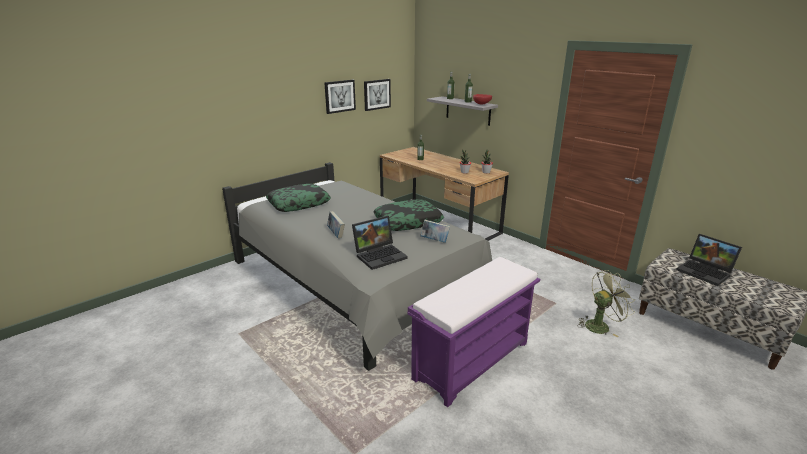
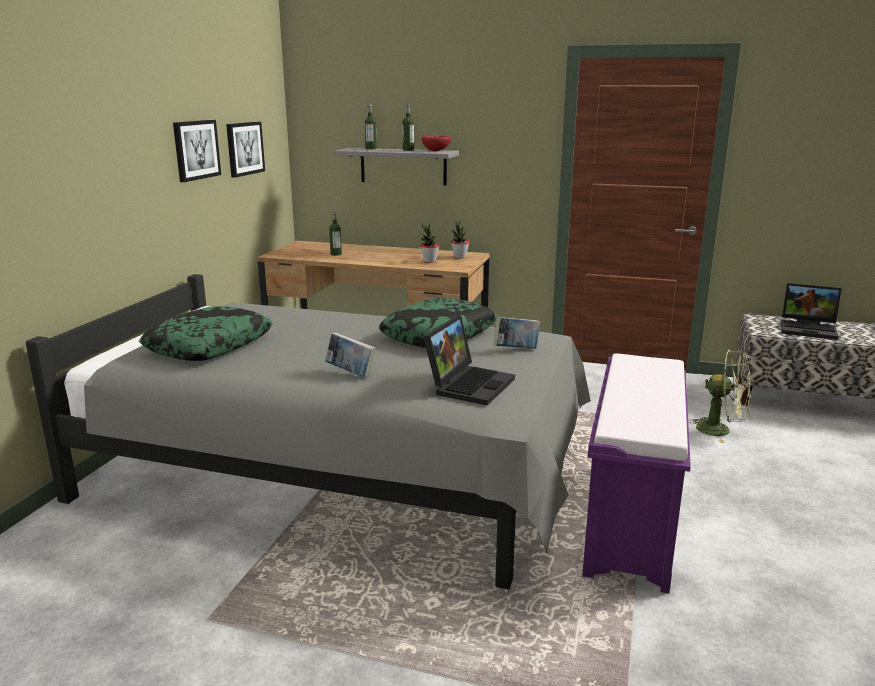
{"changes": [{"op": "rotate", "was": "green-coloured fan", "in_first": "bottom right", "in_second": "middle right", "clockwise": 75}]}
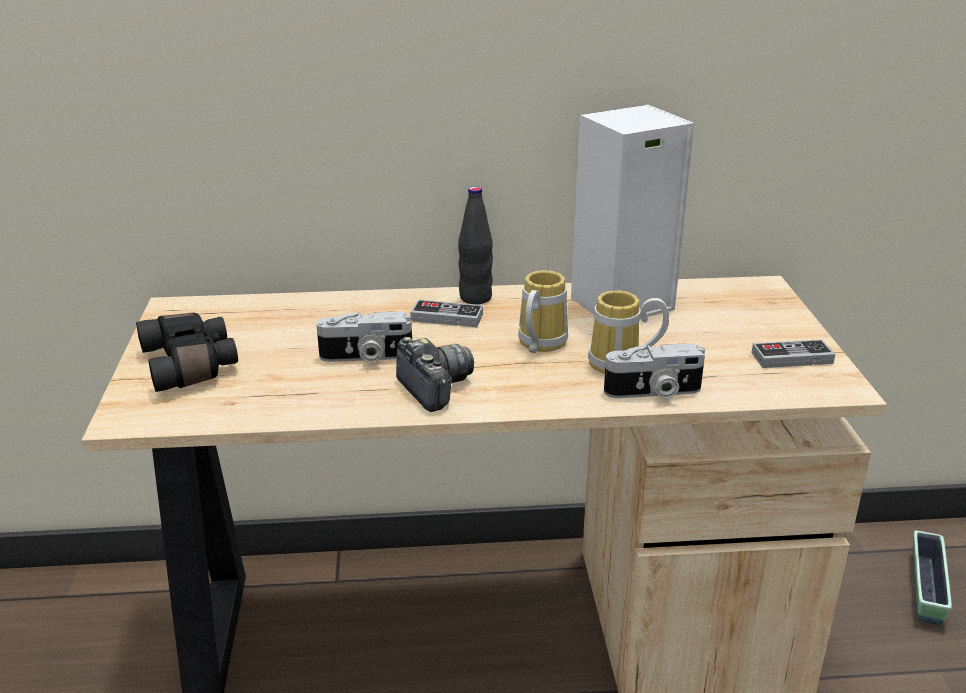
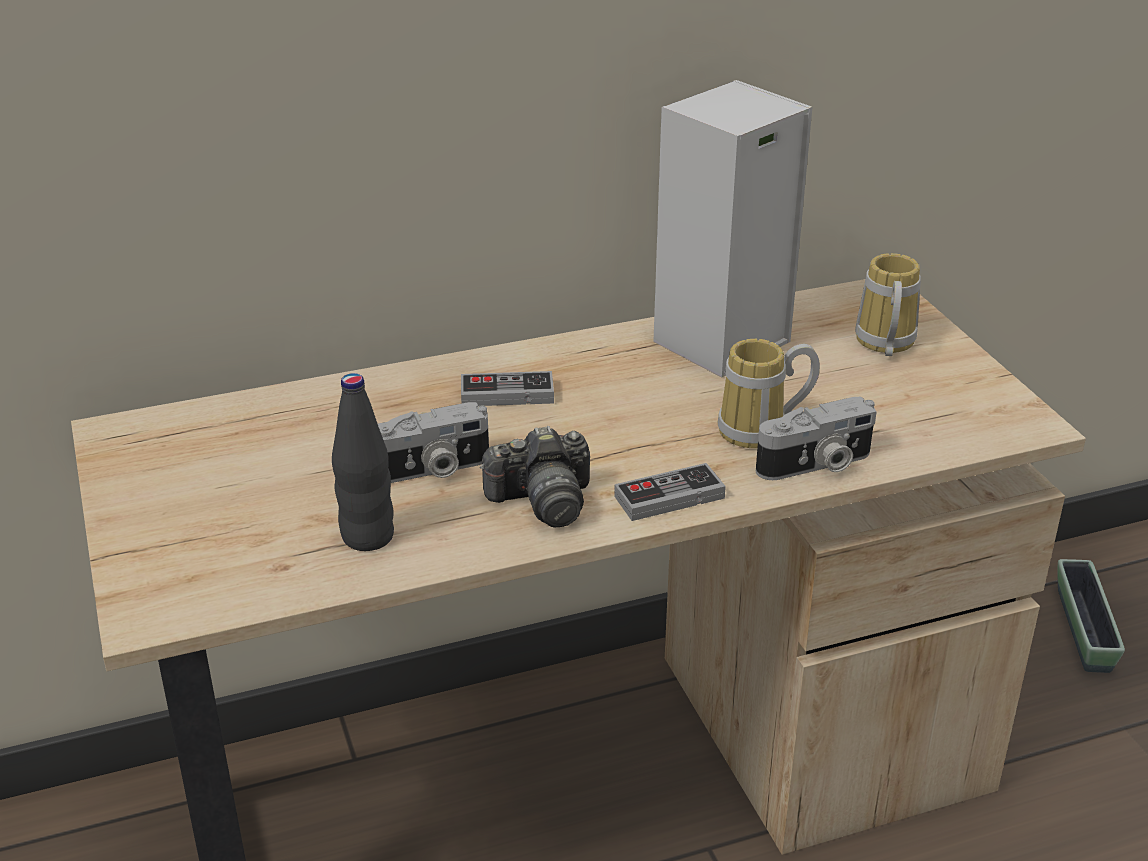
{"changes": [{"op": "move", "was": "black-coloured bottle", "in_first": "centre", "in_second": "middle left"}, {"op": "move", "was": "tea mug (1st from left in the first image)", "now": "tea mug (2nd from left)", "in_first": "centre", "in_second": "middle right"}, {"op": "delete", "was": "black-coloured pair of binoculars", "in_first": "middle left"}, {"op": "rotate", "was": "photo camera (2nd from left)", "in_first": "centre", "in_second": "centre", "clockwise": 120}, {"op": "move", "was": "gamepad (2nd from left)", "in_first": "middle right", "in_second": "centre"}]}
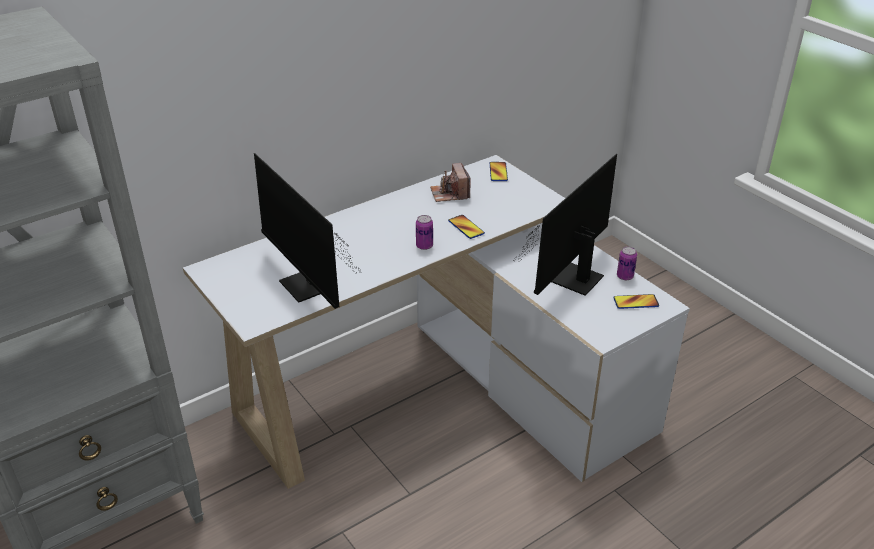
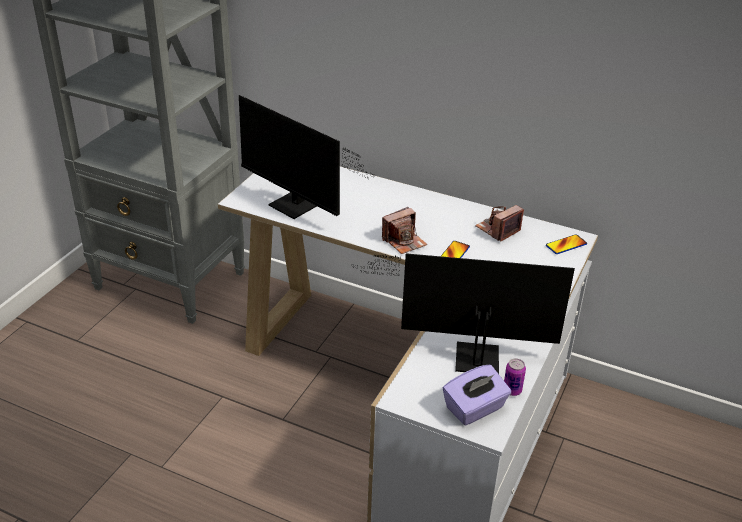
{"changes": [{"op": "rotate", "was": "computer screen (1st from left)", "in_first": "centre", "in_second": "top centre", "clockwise": -75}, {"op": "replace", "was": "can (1st from left)", "now": "photo camera (1st from left)", "in_first": "centre", "in_second": "centre"}, {"op": "replace", "was": "telephone (3rd from left)", "now": "purplish tissue box", "in_first": "middle right", "in_second": "bottom centre"}]}
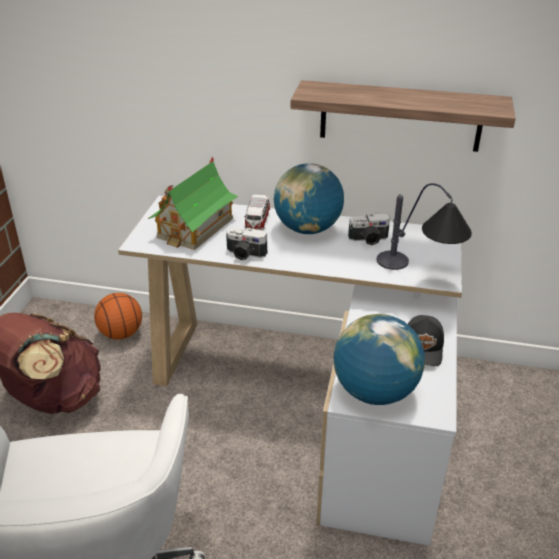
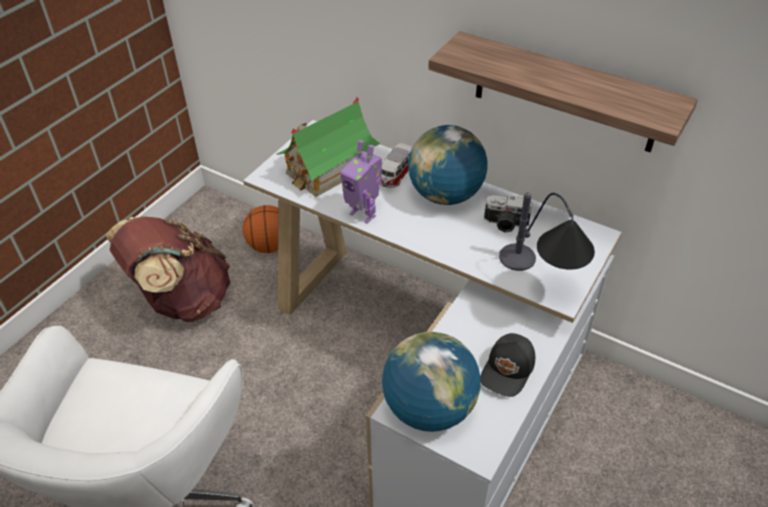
{"changes": [{"op": "replace", "was": "photo camera (1st from left)", "now": "toy robot", "in_first": "centre", "in_second": "centre"}]}
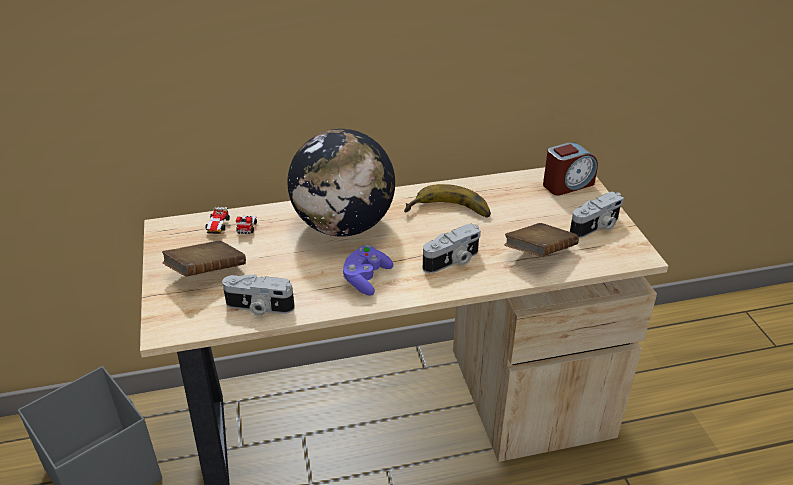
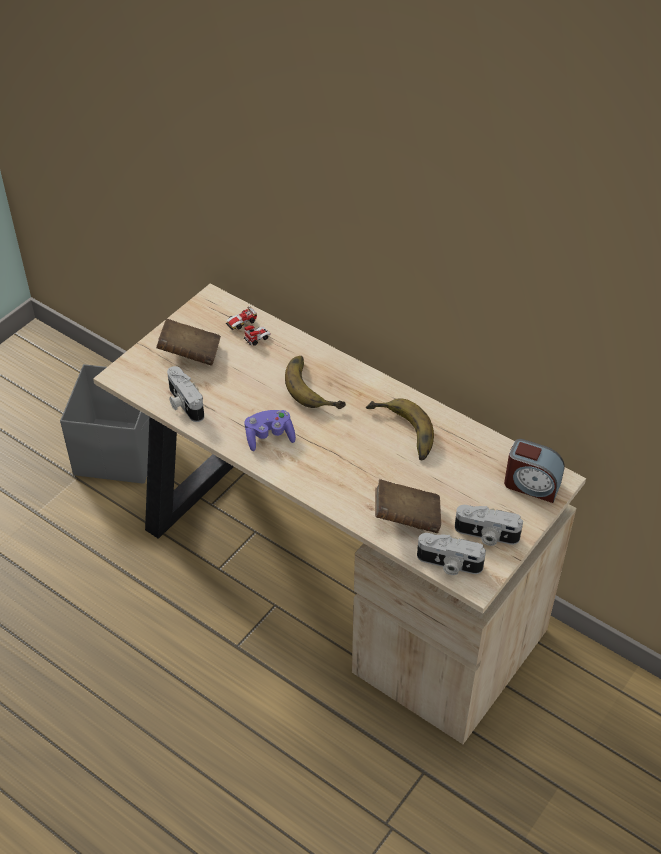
{"changes": [{"op": "replace", "was": "world globe", "now": "whole banana (1st from left)", "in_first": "centre", "in_second": "centre"}, {"op": "move", "was": "photo camera (2nd from left)", "in_first": "centre", "in_second": "middle right"}]}
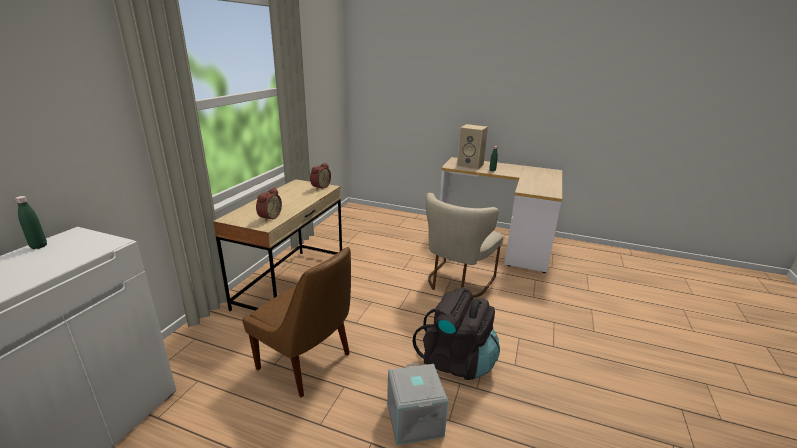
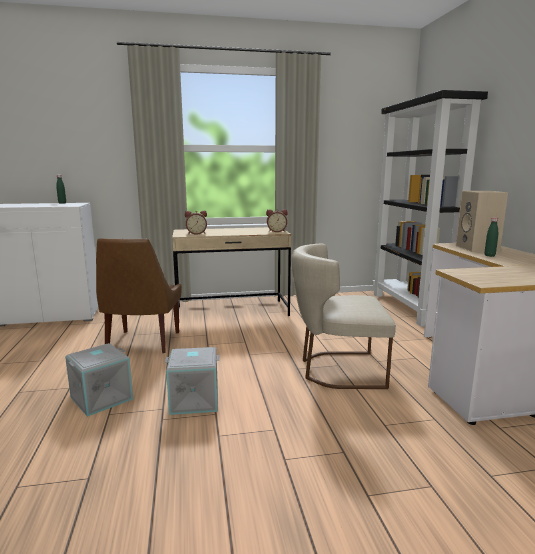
{"changes": [{"op": "replace", "was": "black-coloured backpack", "now": "gray storage bin (2nd from left)", "in_first": "bottom centre", "in_second": "bottom centre"}, {"op": "insert", "now": "black-coloured bookcase", "in_second": "middle right"}]}
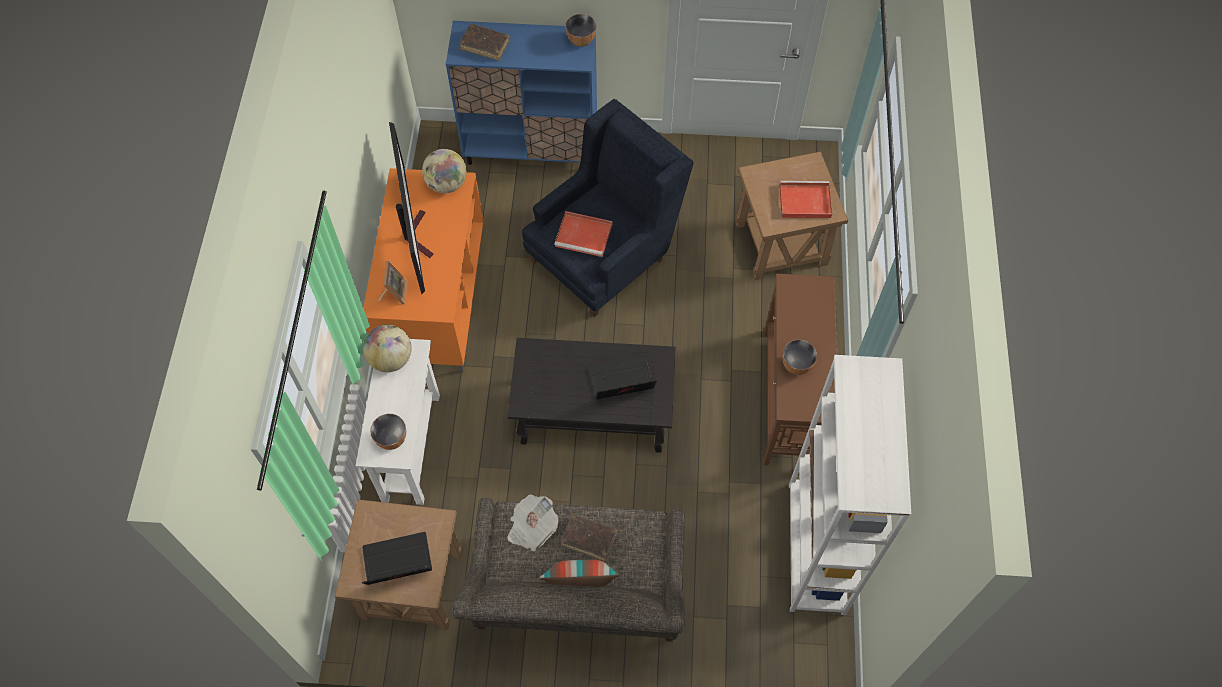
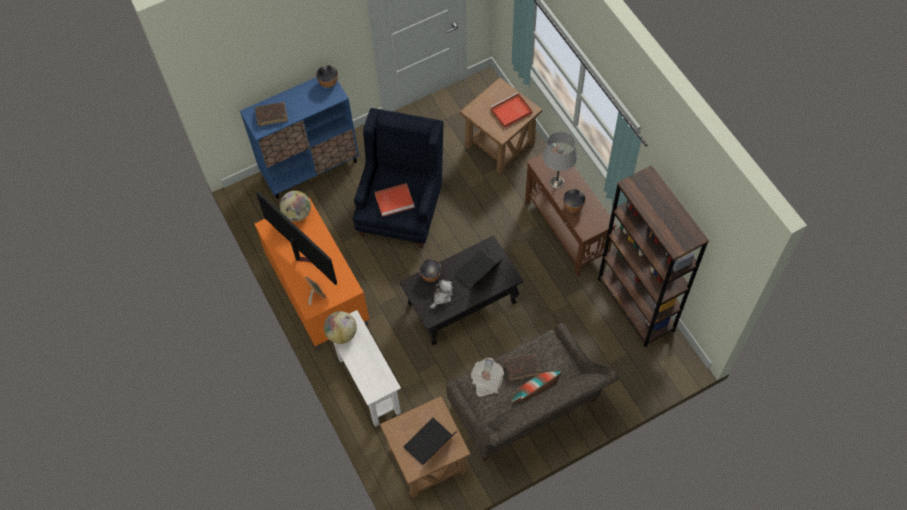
{"changes": [{"op": "recolor", "was": "white-coloured bookcase", "now": "brown-coloured bookcase", "in_first": "bottom right", "in_second": "middle right"}, {"op": "move", "was": "bowl (1st from left in the first image)", "now": "bowl (2nd from left)", "in_first": "middle left", "in_second": "centre"}, {"op": "insert", "now": "gray lamp for a table", "in_second": "top centre"}, {"op": "insert", "now": "plush toy", "in_second": "centre"}]}
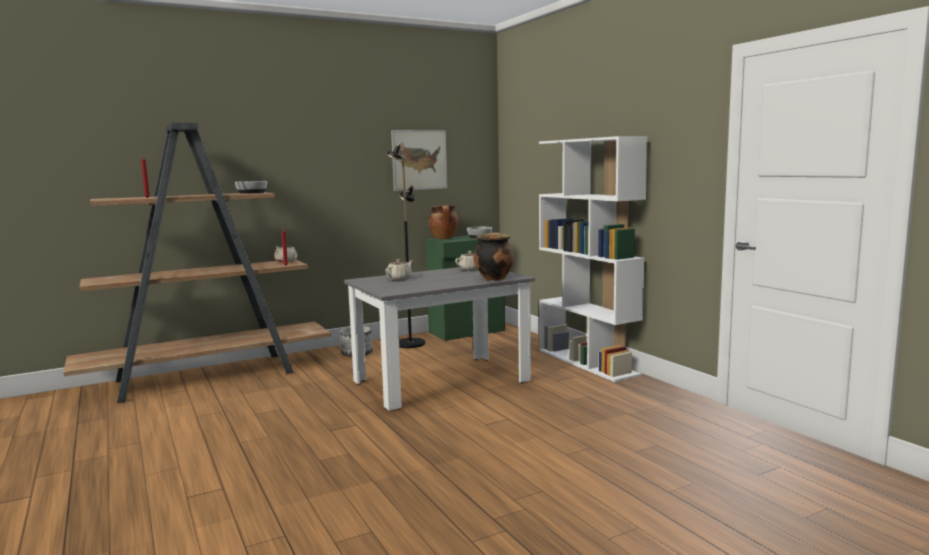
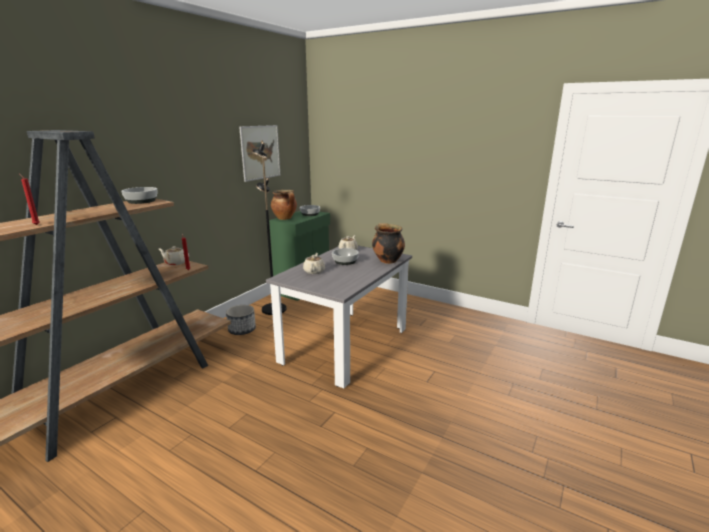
{"changes": [{"op": "delete", "was": "white-coloured bookcase", "in_first": "centre"}, {"op": "insert", "now": "bowl (3rd from left)", "in_second": "centre"}]}
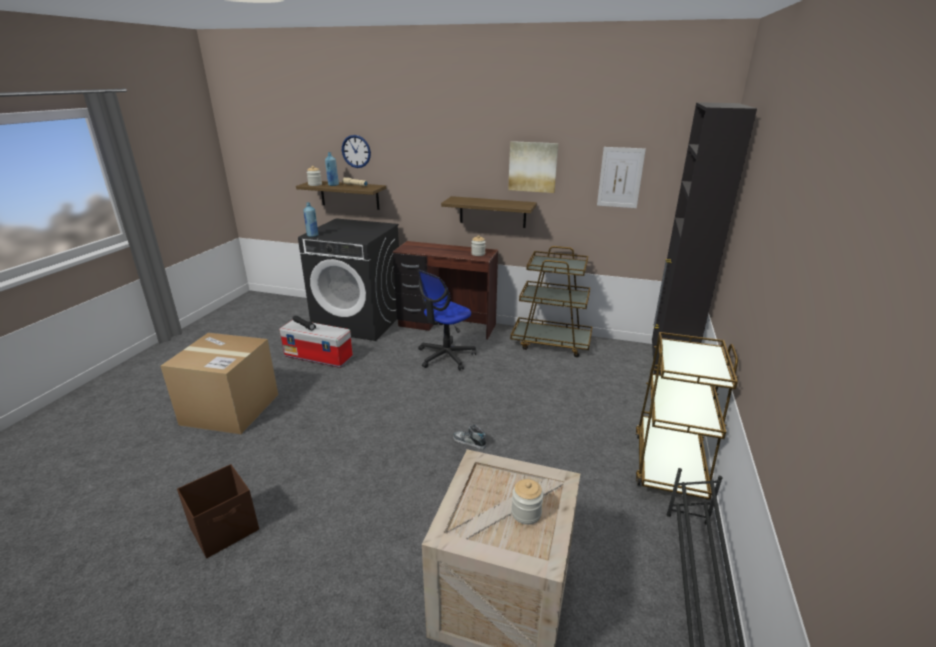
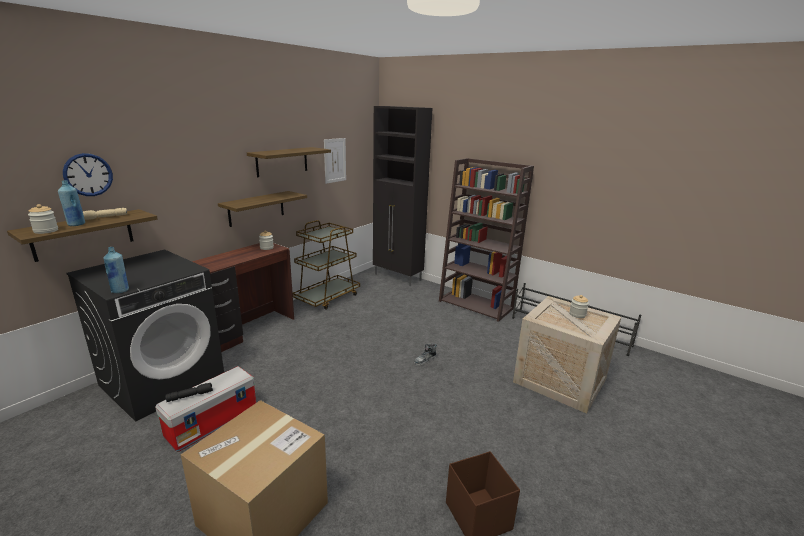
{"changes": [{"op": "replace", "was": "wall picture (1st from left)", "now": "bracket shelf (3rd from left)", "in_first": "top centre", "in_second": "top centre"}, {"op": "delete", "was": "computer chair", "in_first": "centre"}, {"op": "replace", "was": "brown-coloured wheeled cart (2nd from left)", "now": "brown-coloured bookcase", "in_first": "middle right", "in_second": "centre"}]}
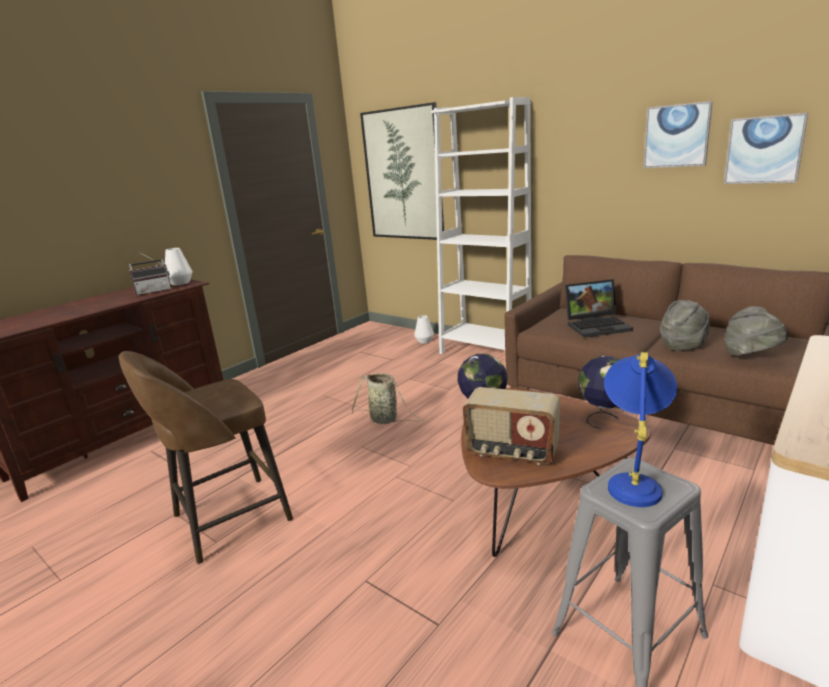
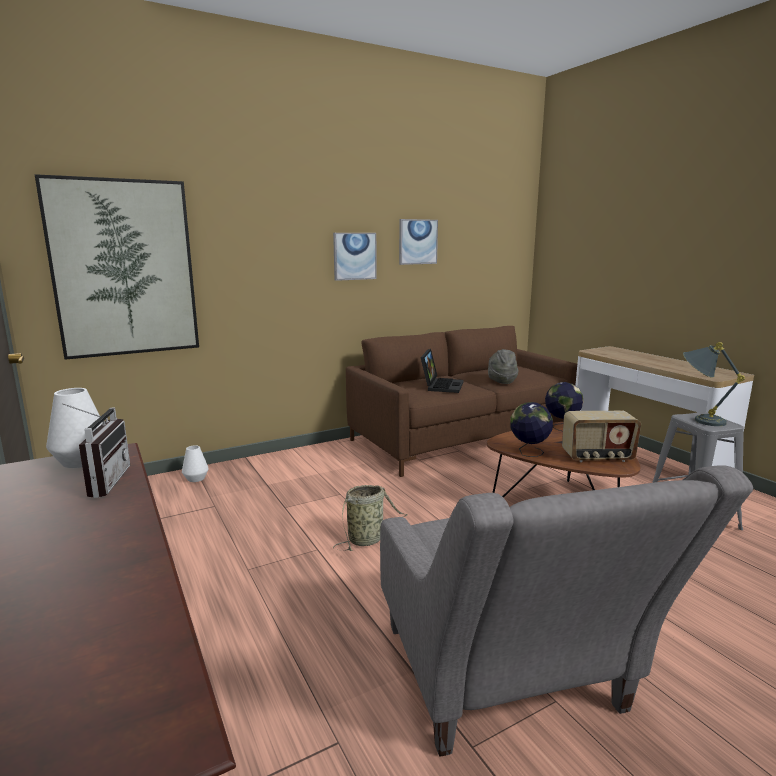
{"changes": [{"op": "delete", "was": "white-coloured bookcase", "in_first": "top centre"}, {"op": "move", "was": "wall picture (3rd from left in the first image)", "now": "wall picture (2nd from left)", "in_first": "top right", "in_second": "top centre"}, {"op": "delete", "was": "gray clothing hat (2nd from left)", "in_first": "middle right"}, {"op": "replace", "was": "brown-coloured sitting stool", "now": "gray armchair", "in_first": "middle left", "in_second": "bottom right"}, {"op": "recolor", "was": "blue-coloured lamp for a table", "now": "gray lamp for a table", "in_first": "middle right", "in_second": "middle right"}, {"op": "rotate", "was": "radio receiver (2nd from left)", "in_first": "centre", "in_second": "middle right", "clockwise": 45}]}
